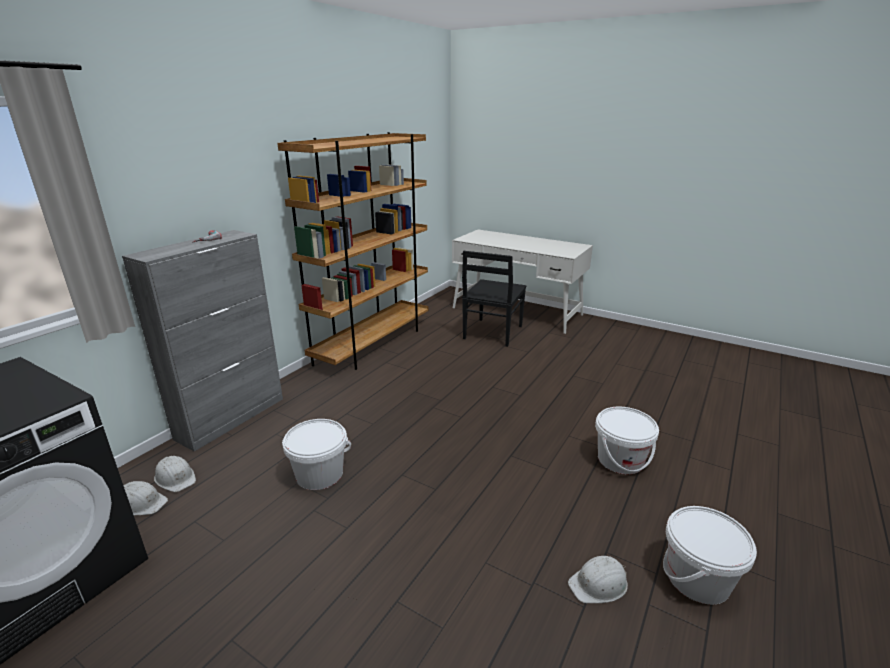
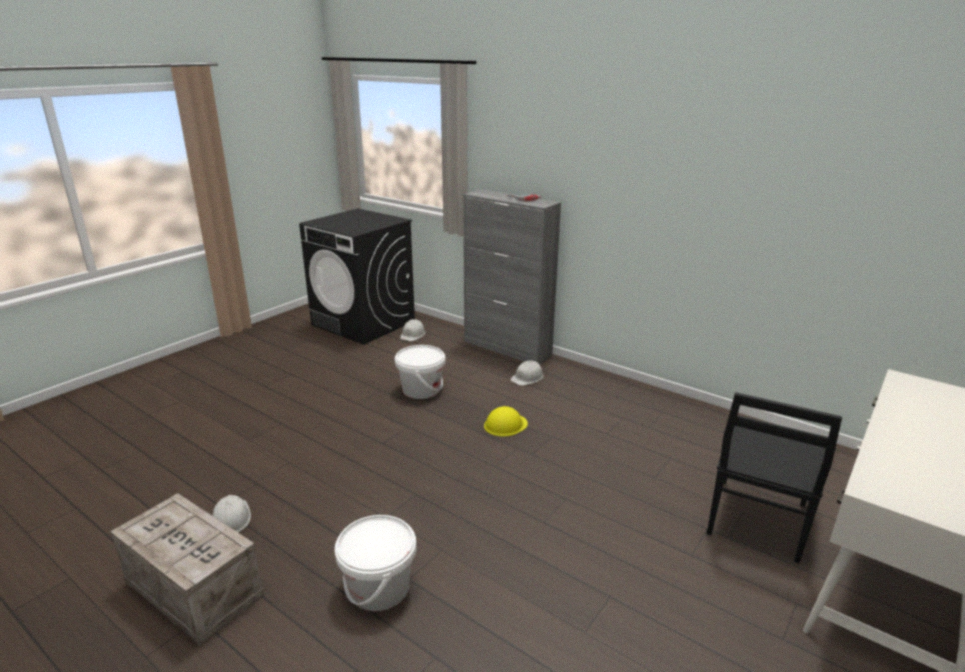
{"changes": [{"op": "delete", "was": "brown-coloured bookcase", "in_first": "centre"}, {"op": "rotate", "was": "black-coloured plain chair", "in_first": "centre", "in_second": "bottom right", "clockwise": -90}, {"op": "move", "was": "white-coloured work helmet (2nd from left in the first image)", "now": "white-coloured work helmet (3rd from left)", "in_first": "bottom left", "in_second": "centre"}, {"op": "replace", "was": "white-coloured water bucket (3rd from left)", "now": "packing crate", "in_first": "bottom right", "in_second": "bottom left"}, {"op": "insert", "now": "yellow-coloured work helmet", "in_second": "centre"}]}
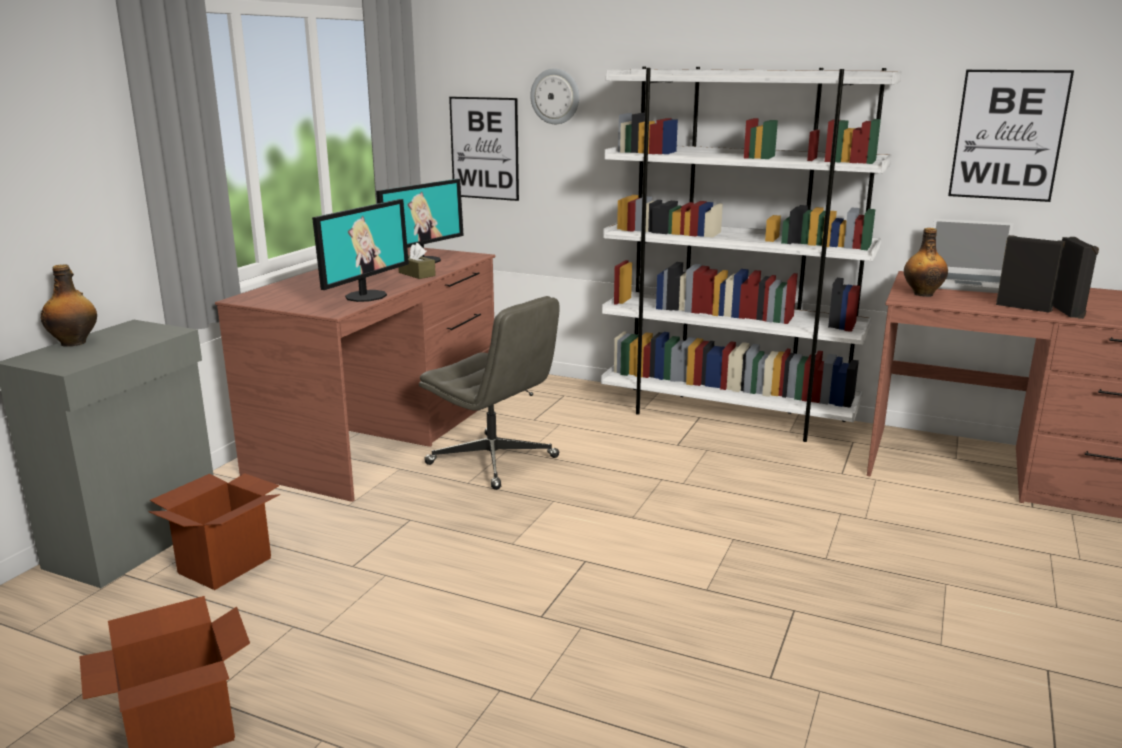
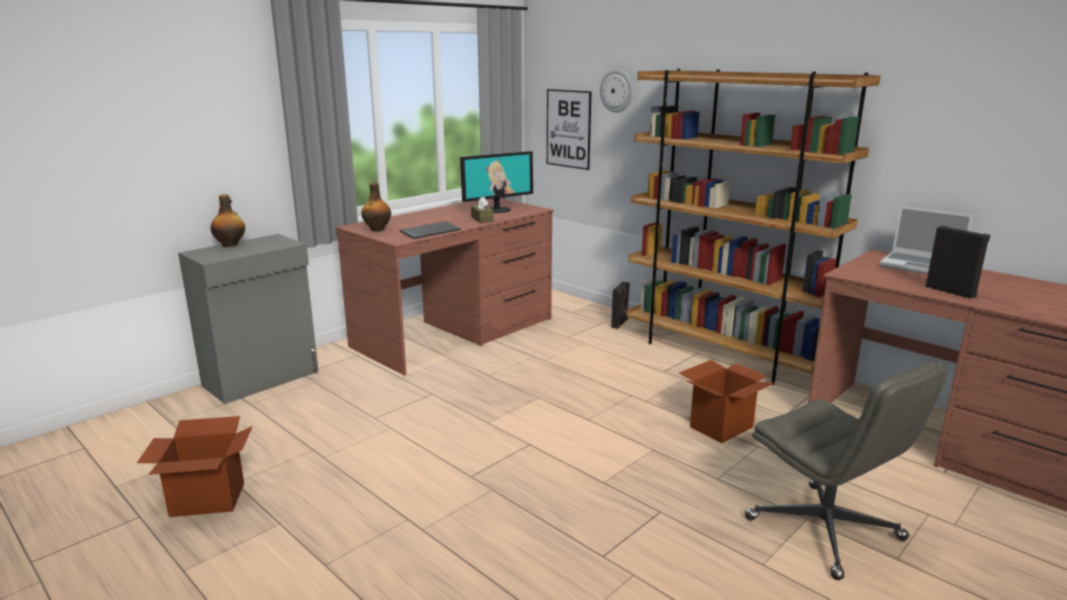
{"changes": [{"op": "recolor", "was": "white-coloured bookcase", "now": "brown-coloured bookcase", "in_first": "middle right", "in_second": "middle right"}, {"op": "delete", "was": "wall picture (2nd from left)", "in_first": "top right"}, {"op": "replace", "was": "computer screen (1st from left)", "now": "computer keyboard", "in_first": "middle left", "in_second": "centre"}, {"op": "move", "was": "bottle (2nd from left)", "in_first": "middle right", "in_second": "centre"}, {"op": "move", "was": "black-coloured audio speaker (2nd from left in the first image)", "now": "black-coloured audio speaker (1st from left)", "in_first": "middle right", "in_second": "centre"}, {"op": "move", "was": "gray computer chair", "in_first": "centre", "in_second": "bottom right"}, {"op": "move", "was": "cardboard box (2nd from left)", "in_first": "bottom left", "in_second": "bottom right"}]}
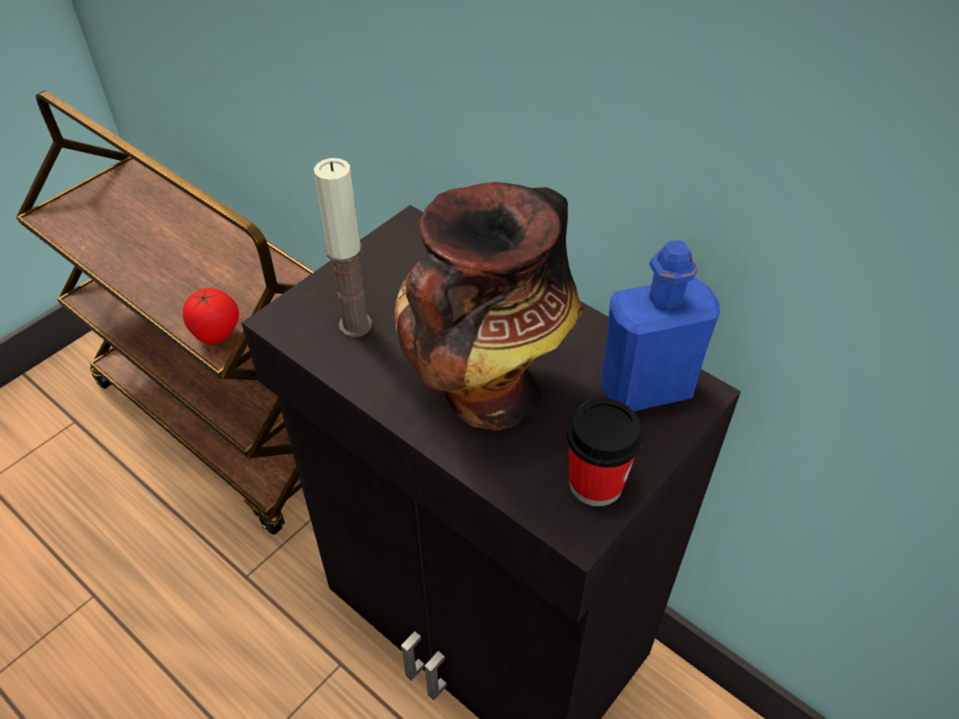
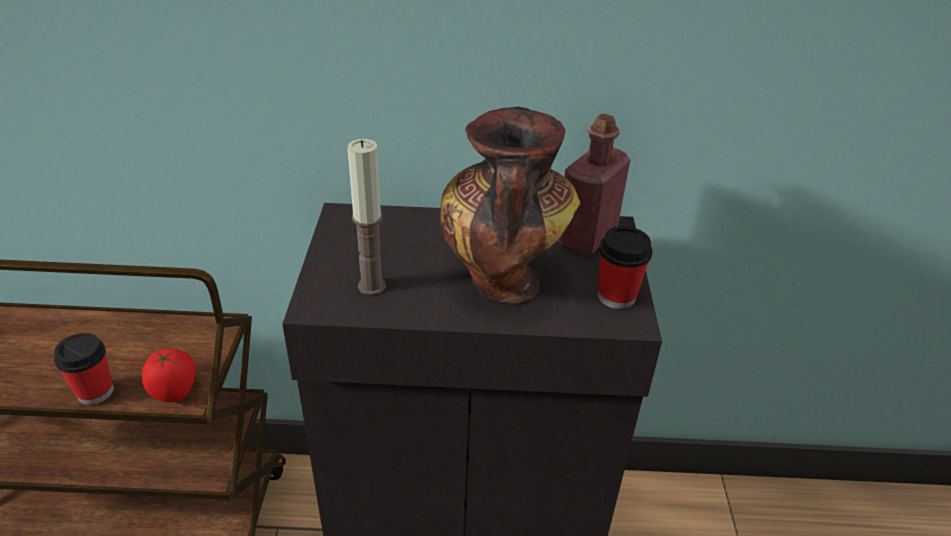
{"changes": [{"op": "recolor", "was": "blue-coloured bottle", "now": "red-coloured bottle", "in_first": "middle right", "in_second": "centre"}, {"op": "insert", "now": "drinking cup (1st from left)", "in_second": "bottom left"}]}
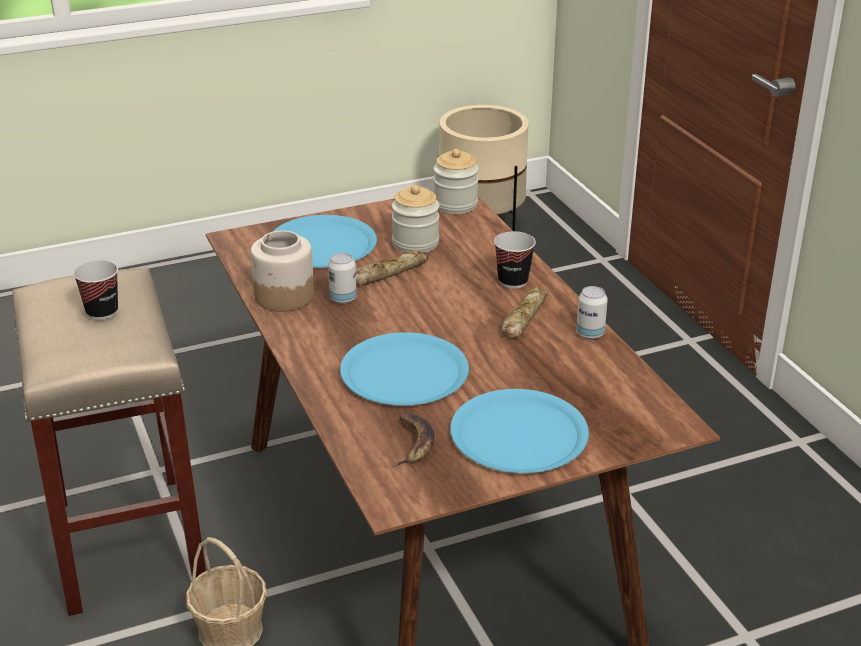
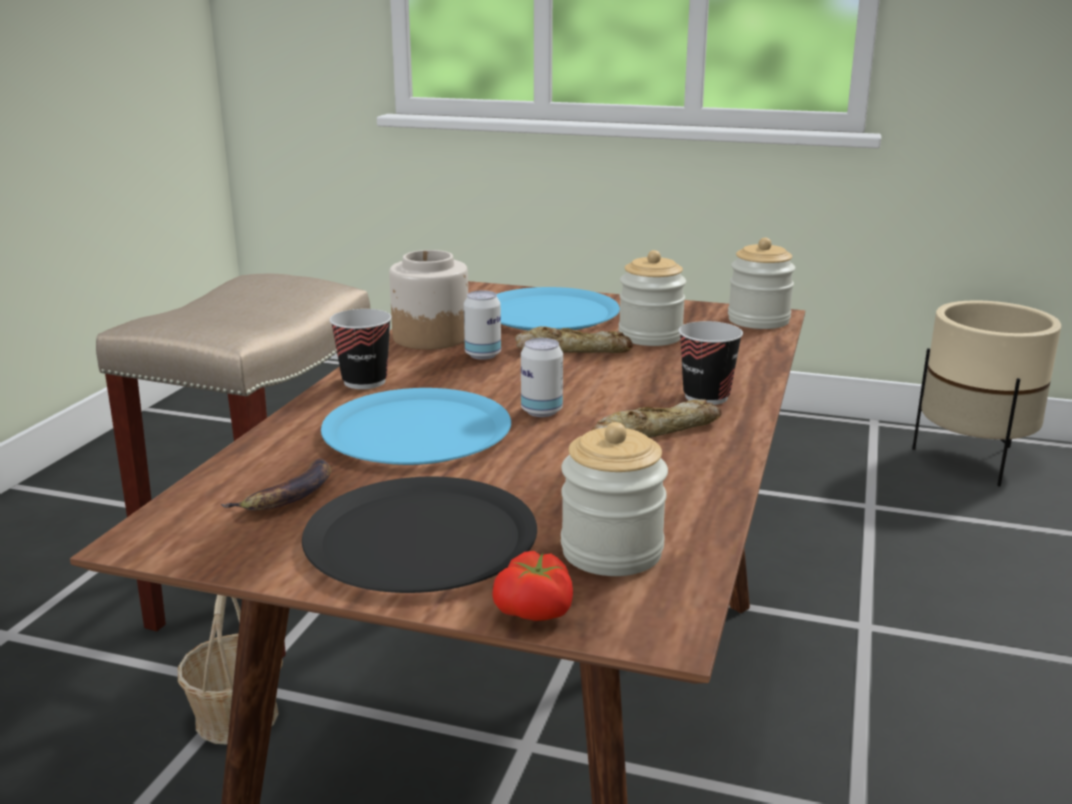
{"changes": [{"op": "move", "was": "drinking cup (1st from left)", "in_first": "middle left", "in_second": "centre"}, {"op": "move", "was": "can (2nd from left)", "in_first": "middle right", "in_second": "centre"}, {"op": "recolor", "was": "blue-coloured flat dish (3rd from left)", "now": "black-coloured flat dish", "in_first": "bottom centre", "in_second": "centre"}, {"op": "insert", "now": "preserve jar (2nd from left)", "in_second": "centre"}, {"op": "insert", "now": "tomato", "in_second": "bottom centre"}]}
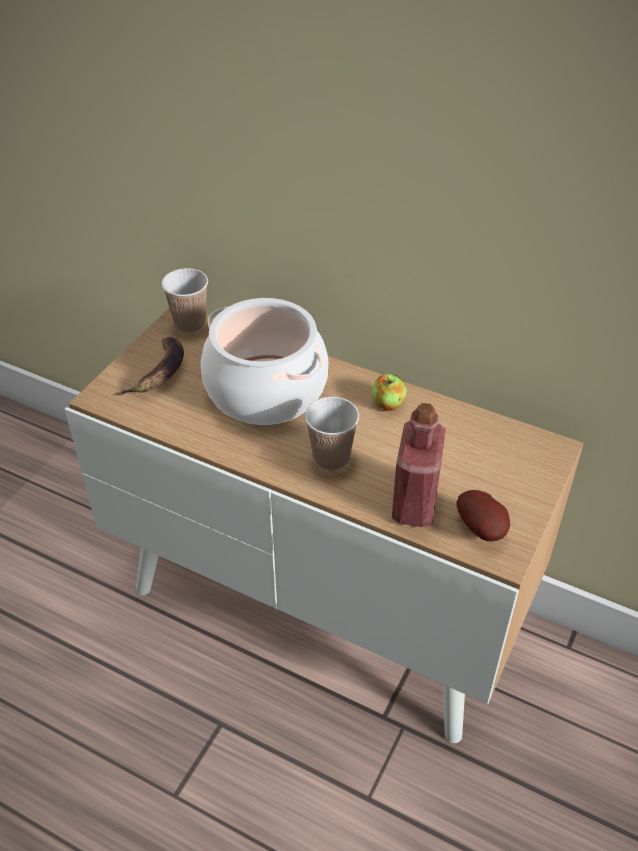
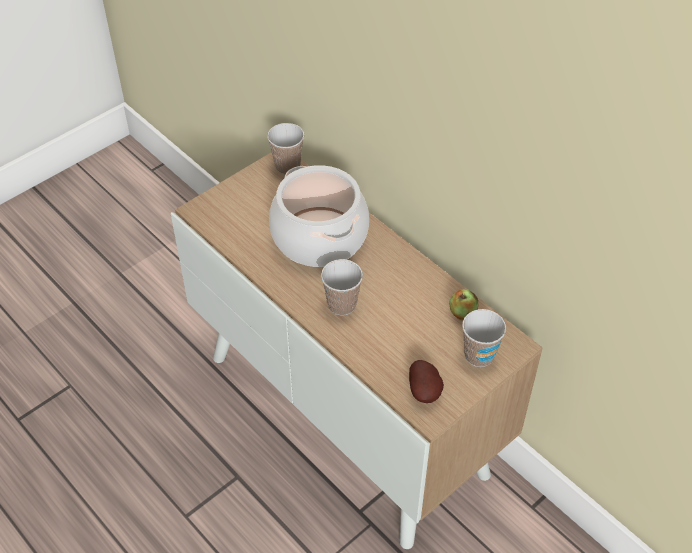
{"changes": [{"op": "delete", "was": "whole banana", "in_first": "middle left"}, {"op": "move", "was": "apple", "in_first": "centre", "in_second": "middle right"}, {"op": "delete", "was": "red-coloured bottle", "in_first": "centre"}, {"op": "insert", "now": "drinking cup (3rd from left)", "in_second": "middle right"}]}
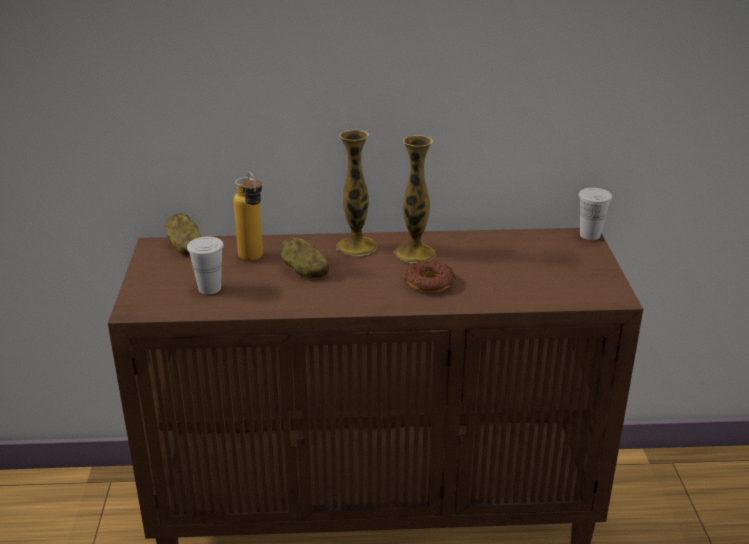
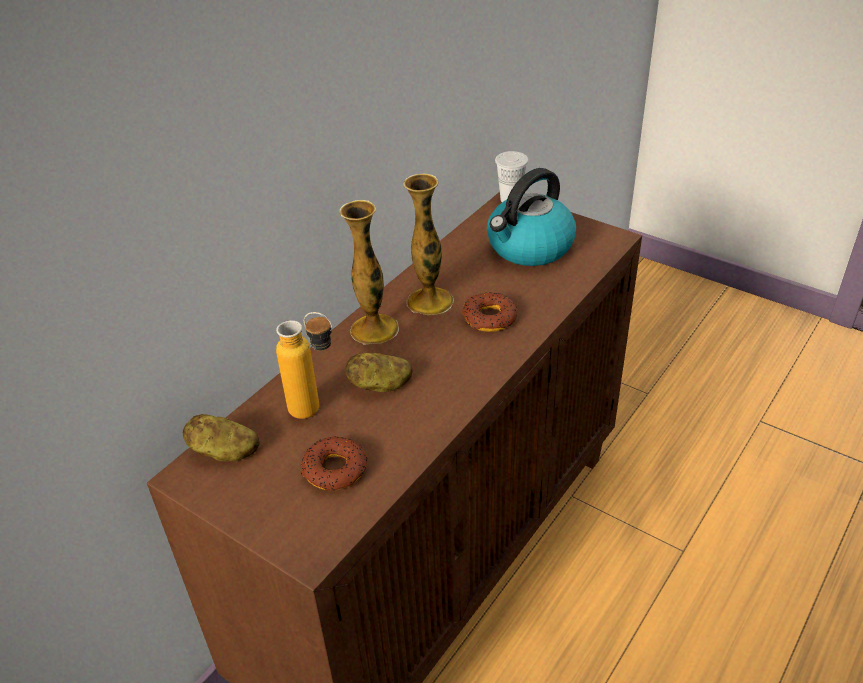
{"changes": [{"op": "replace", "was": "white-coloured drinking cup (1st from left)", "now": "doughnut (1st from left)", "in_first": "middle left", "in_second": "bottom centre"}, {"op": "insert", "now": "kettle", "in_second": "top centre"}]}
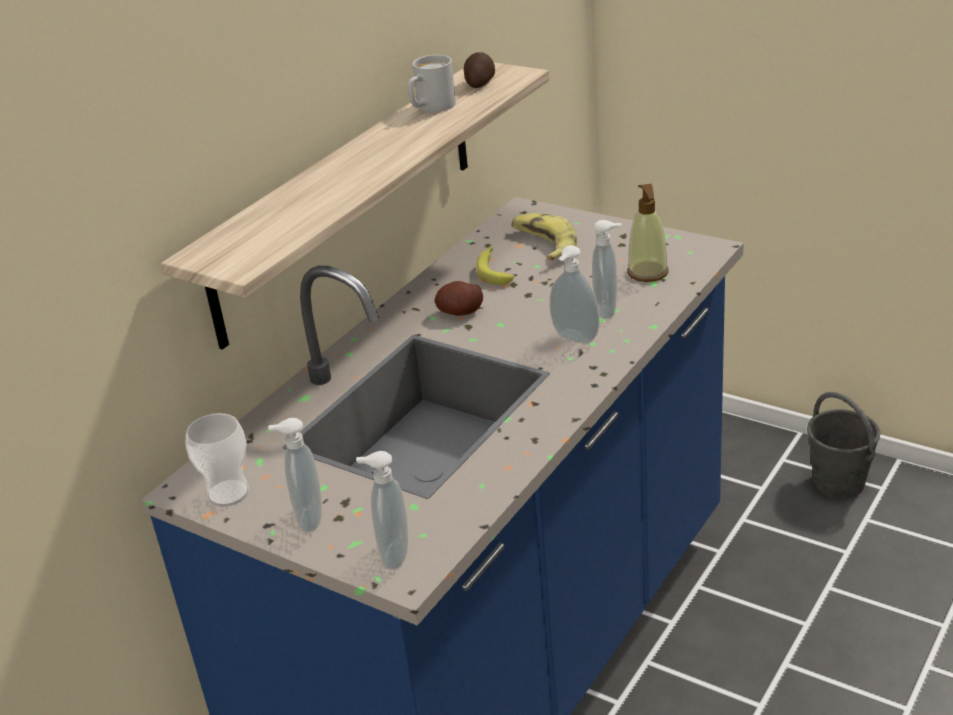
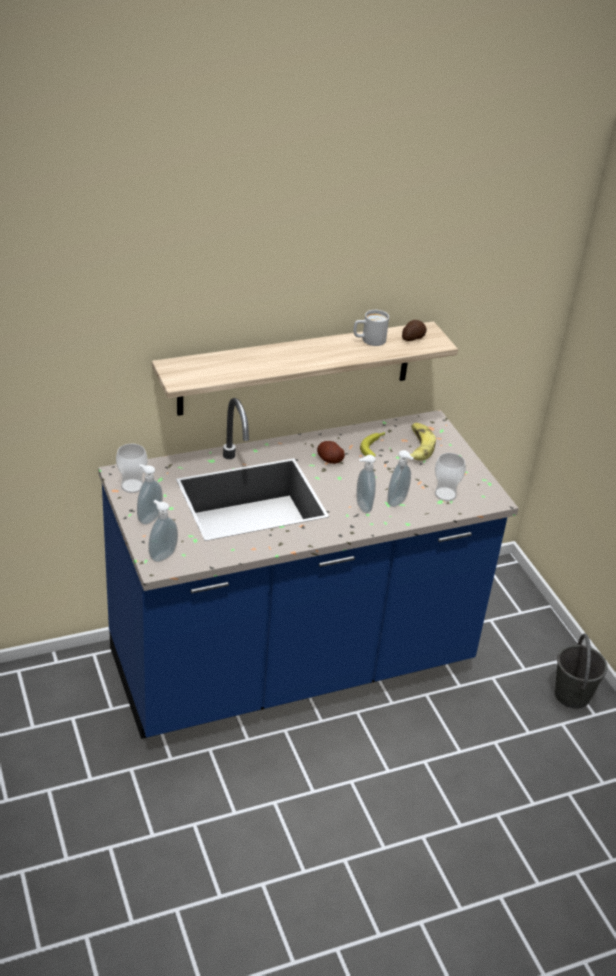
{"changes": [{"op": "replace", "was": "liquid soap bottle (5th from left)", "now": "drinking cup (2nd from left)", "in_first": "top right", "in_second": "middle right"}]}
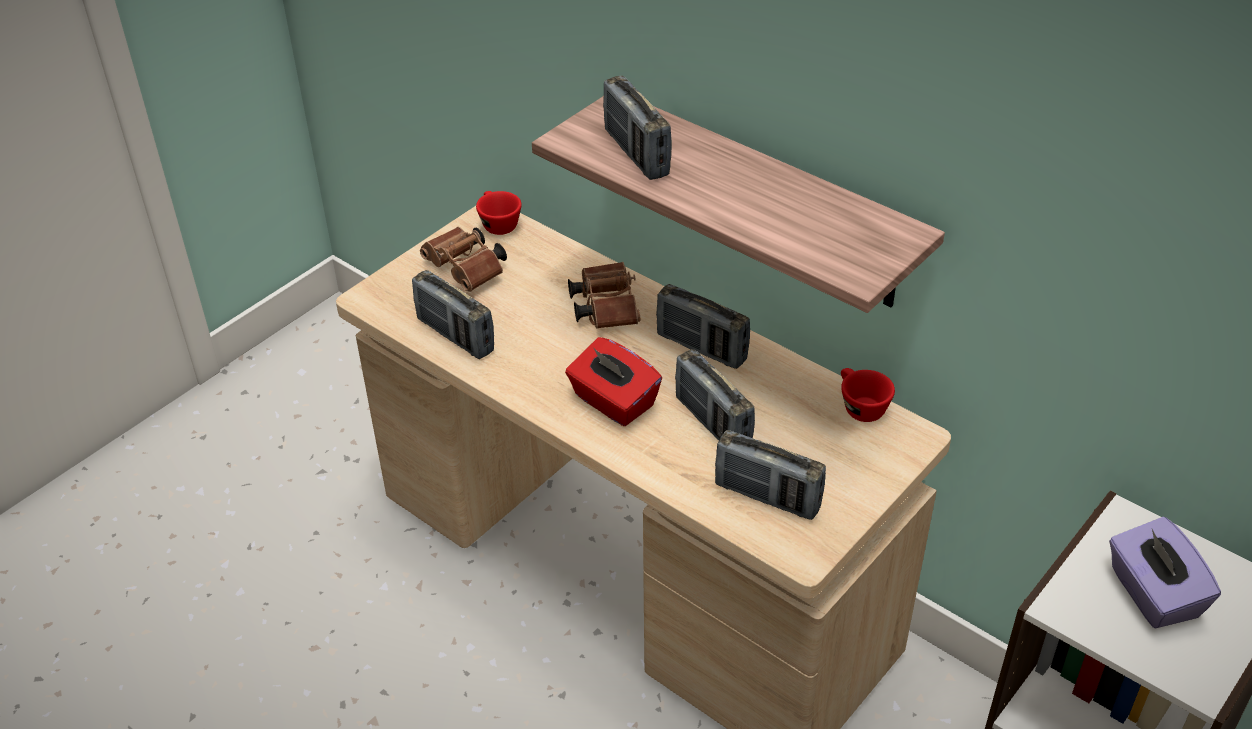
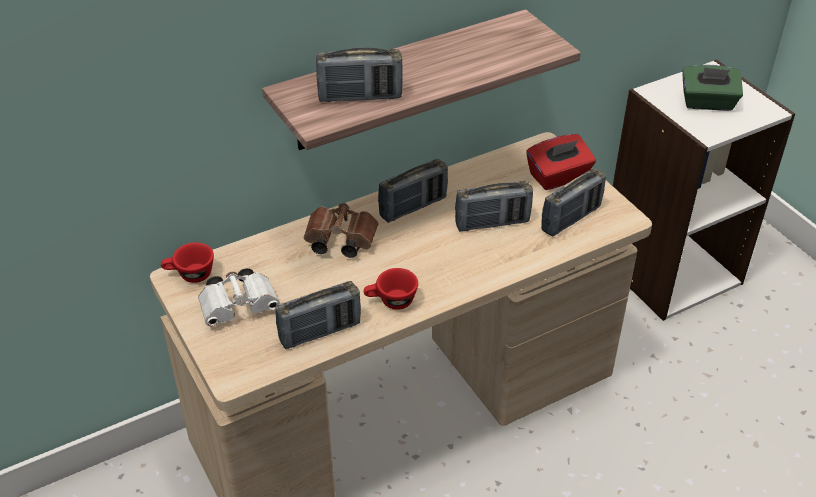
{"changes": [{"op": "recolor", "was": "brown-coloured pair of binoculars (1st from left)", "now": "white-coloured pair of binoculars", "in_first": "centre", "in_second": "middle left"}, {"op": "move", "was": "red-coloured tissue box", "in_first": "centre", "in_second": "top right"}, {"op": "move", "was": "red-coloured drinking cup (2nd from left)", "in_first": "middle right", "in_second": "centre"}, {"op": "recolor", "was": "purplish tissue box", "now": "green-coloured tissue box", "in_first": "bottom right", "in_second": "top right"}]}
